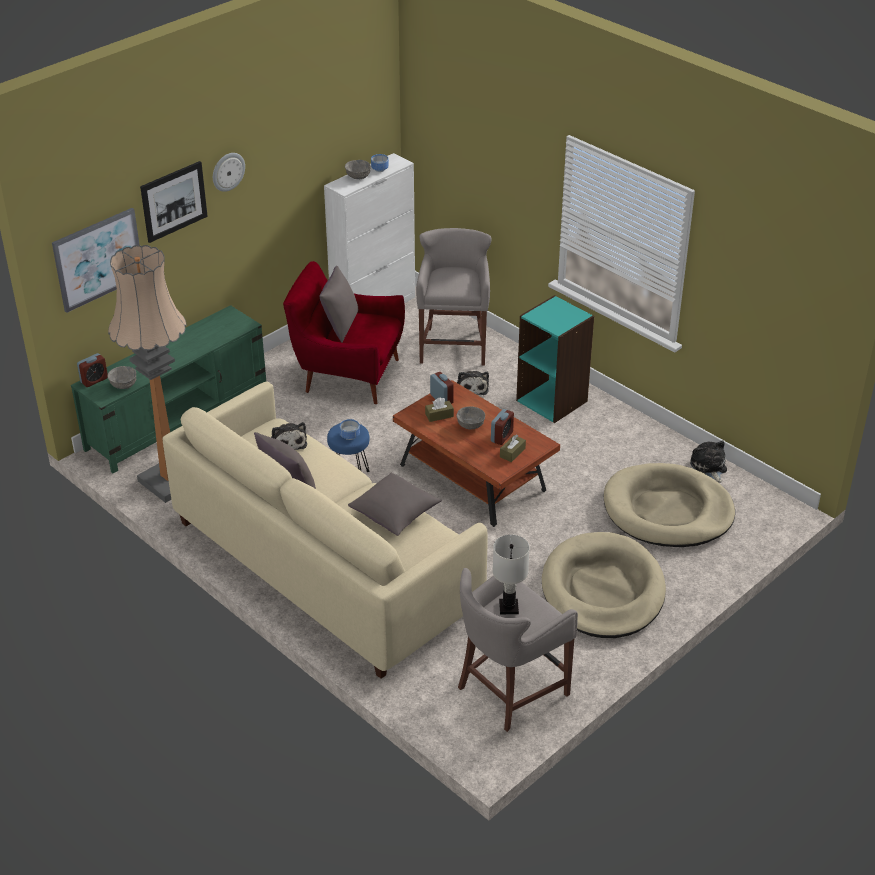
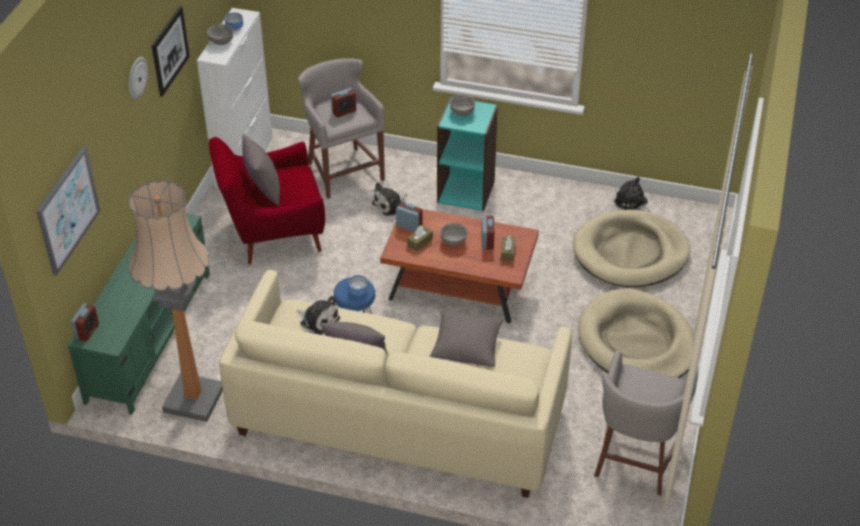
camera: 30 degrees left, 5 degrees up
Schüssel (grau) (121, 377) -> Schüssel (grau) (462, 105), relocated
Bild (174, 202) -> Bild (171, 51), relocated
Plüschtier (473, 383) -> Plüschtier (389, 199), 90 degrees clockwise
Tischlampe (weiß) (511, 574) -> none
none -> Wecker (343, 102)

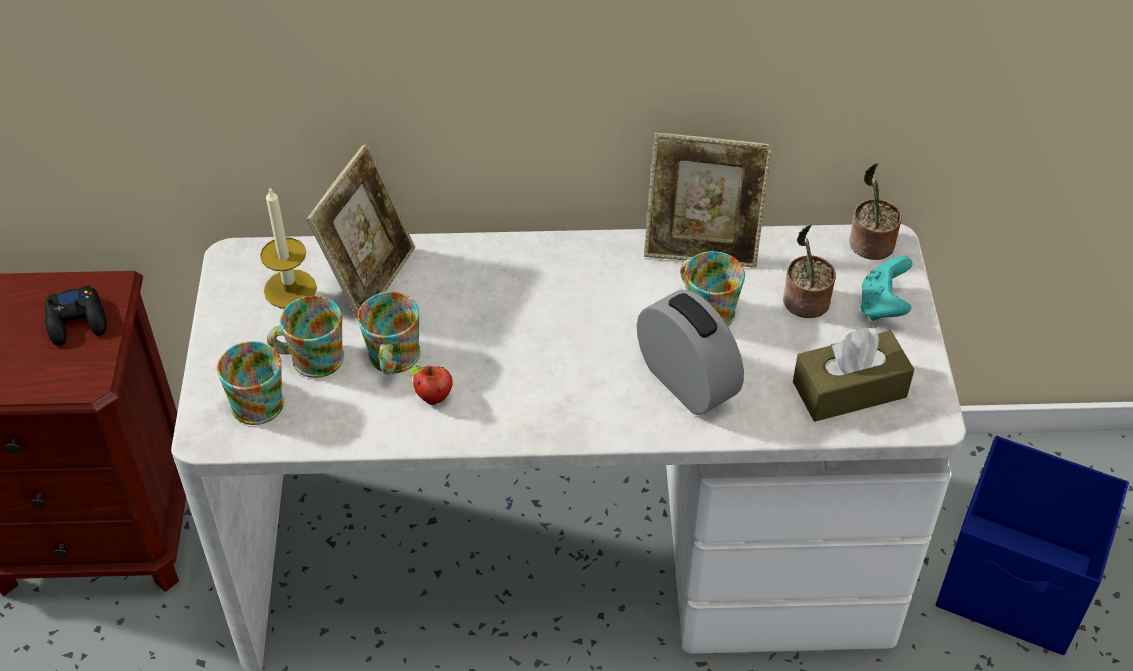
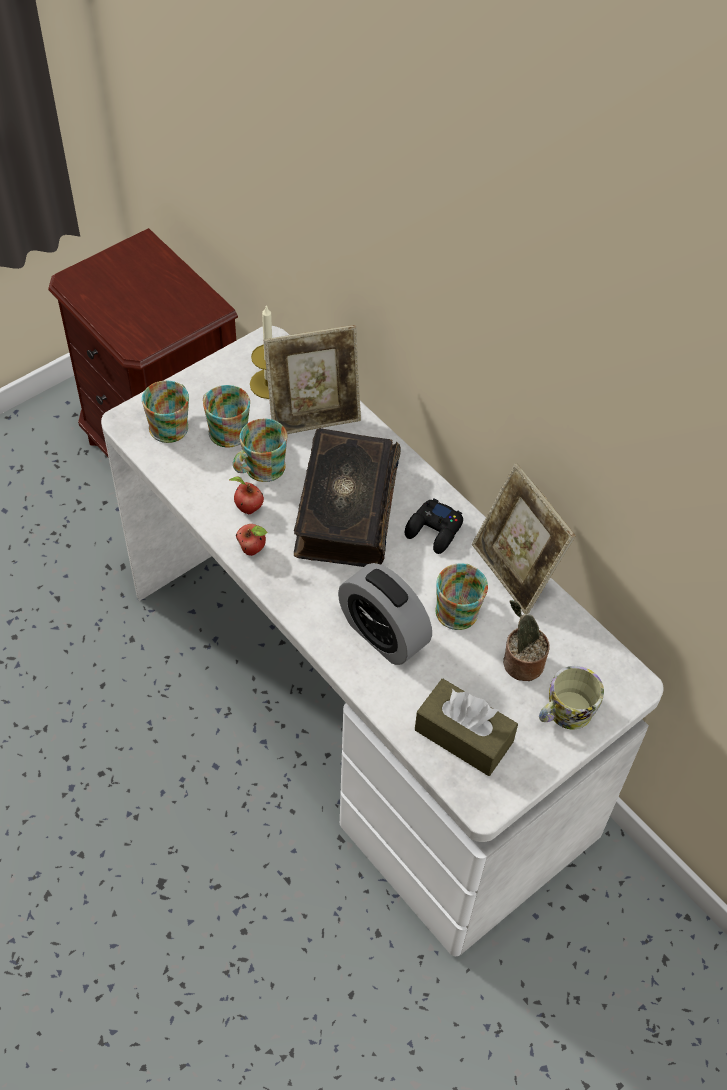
camera: 50 degrees right, 5 degrees up
Gamepad (schwarz) (76, 315) -> Gamepad (schwarz) (434, 526), relocated
Wecker (690, 352) -> Wecker (385, 614), 120 degrees clockwise
Topfpflanze (875, 211) -> none
Gamepad (türkis) (887, 288) -> Henkelbecher (571, 698)
Aufbewahrungsbox (blau) (1032, 545) -> none
none -> Apfel (252, 540)
none -> Buch (347, 497)

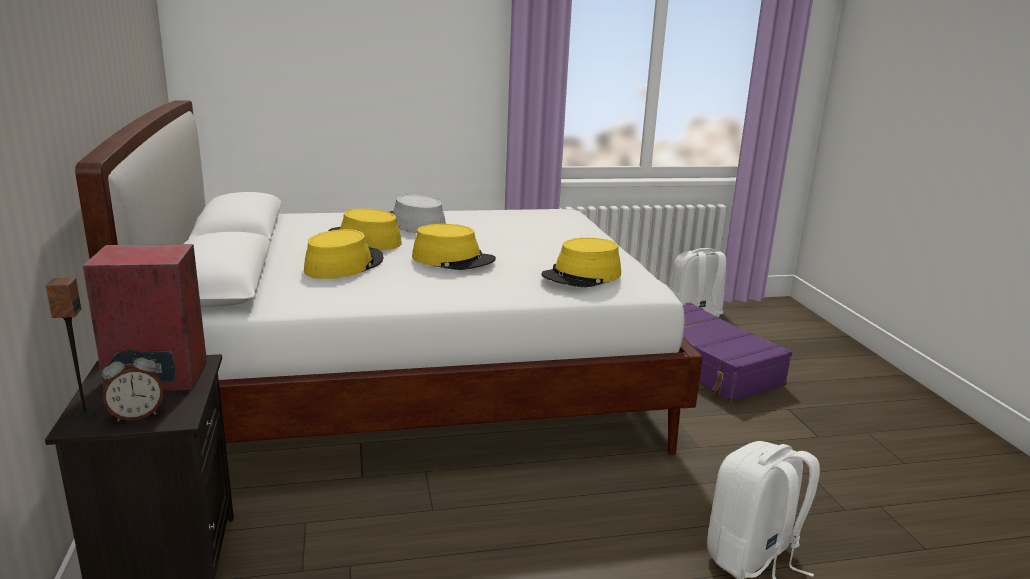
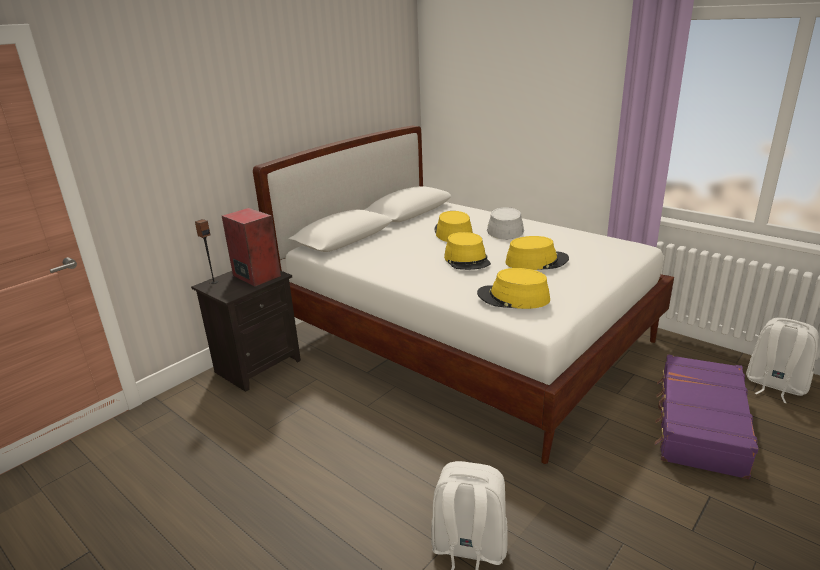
camera: 55 degrees right, 5 degrees up
Wecker (132, 386) -> none
Hut (gelb) (344, 254) -> Hut (gelb) (537, 253), relocated

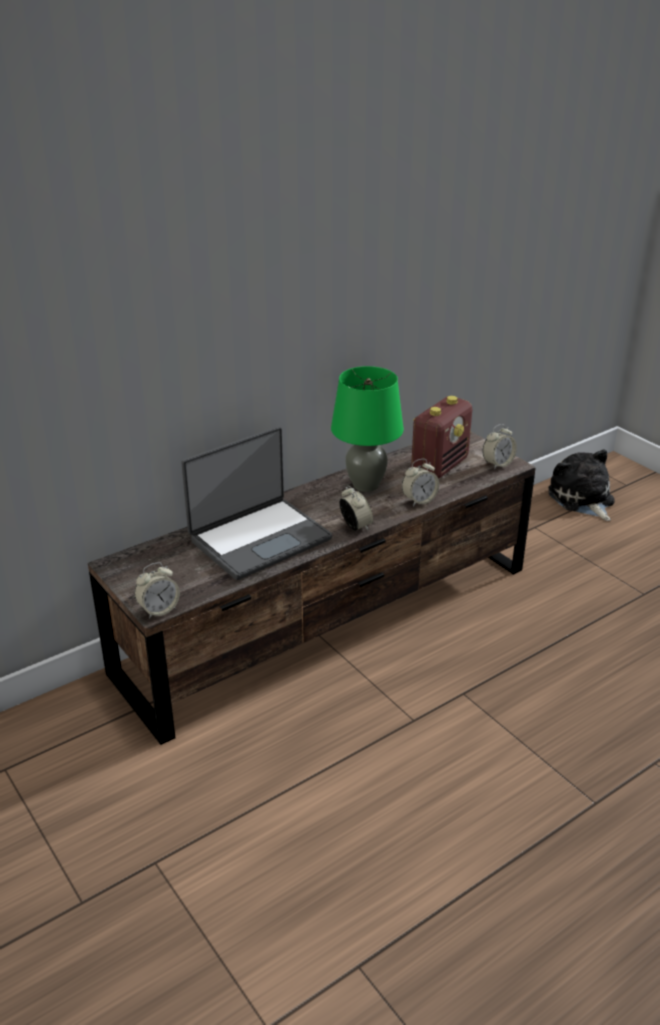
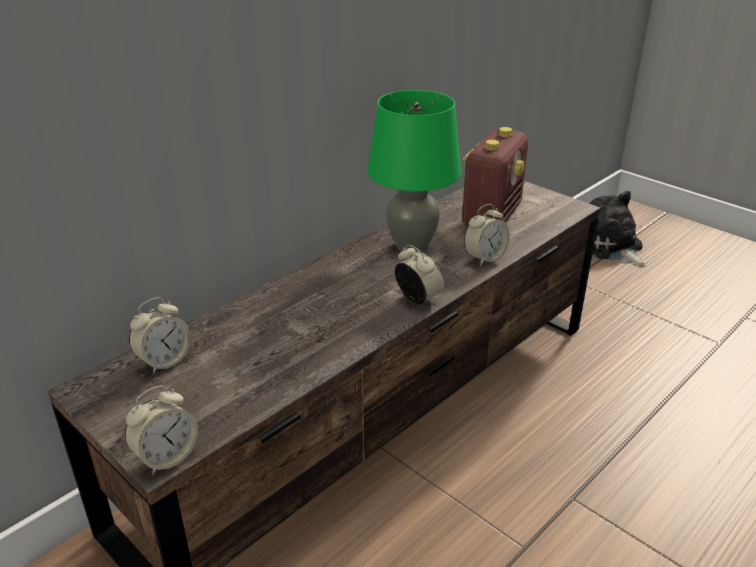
camera: 10 degrees left, 0 degrees up
Laptop (257, 503) -> none
Wecker (500, 447) -> Wecker (160, 335), relocated

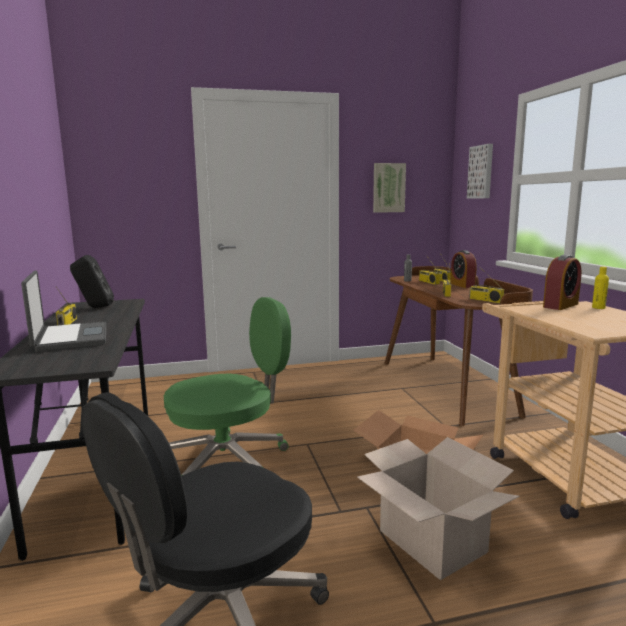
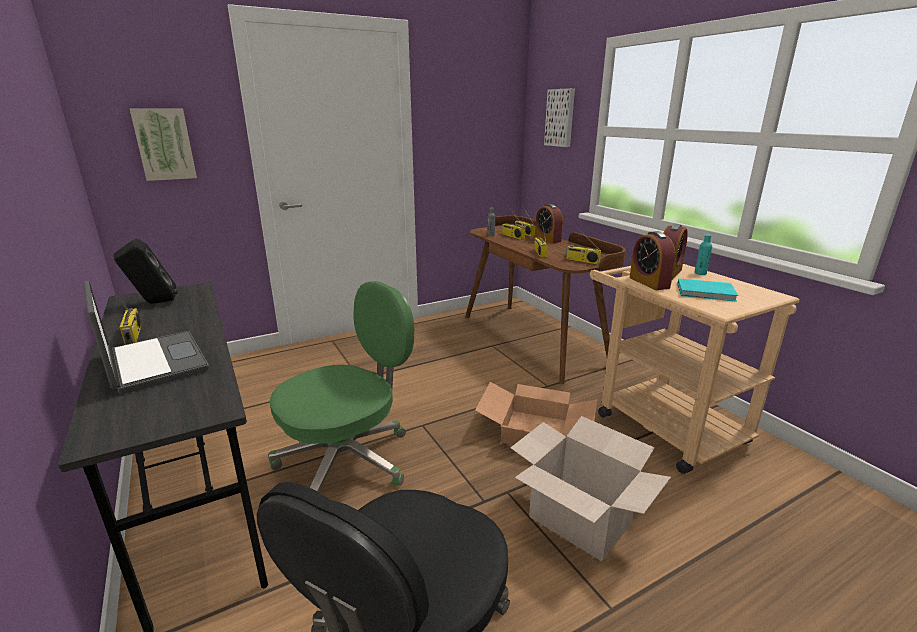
camera: 15 degrees left, 10 degrees up
Bild (389, 188) -> Bild (163, 144), relocated
Flasche (gelb) (600, 288) -> Flasche (türkis) (703, 254)
none -> Wecker (653, 260)
none -> Buch (türkis) (707, 290)

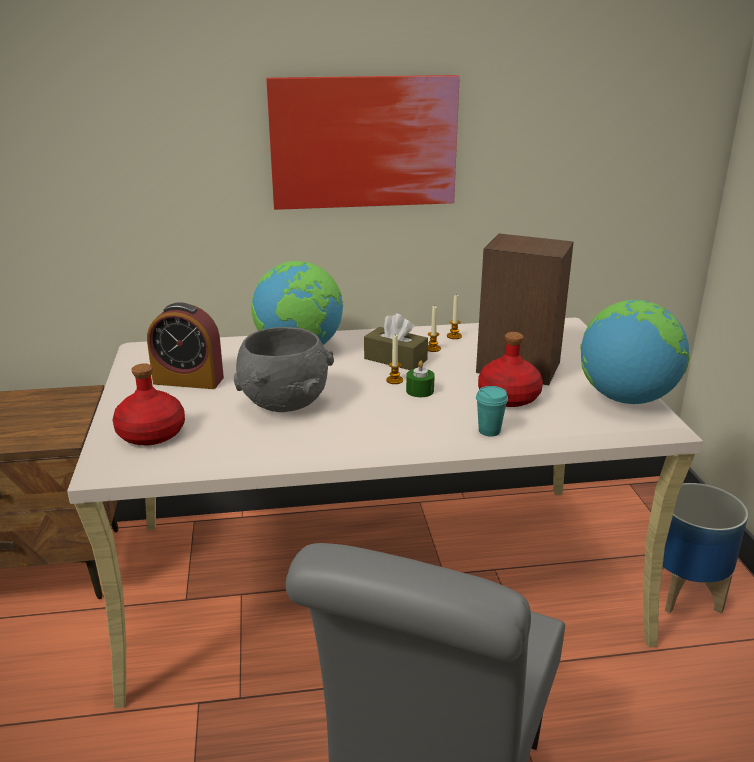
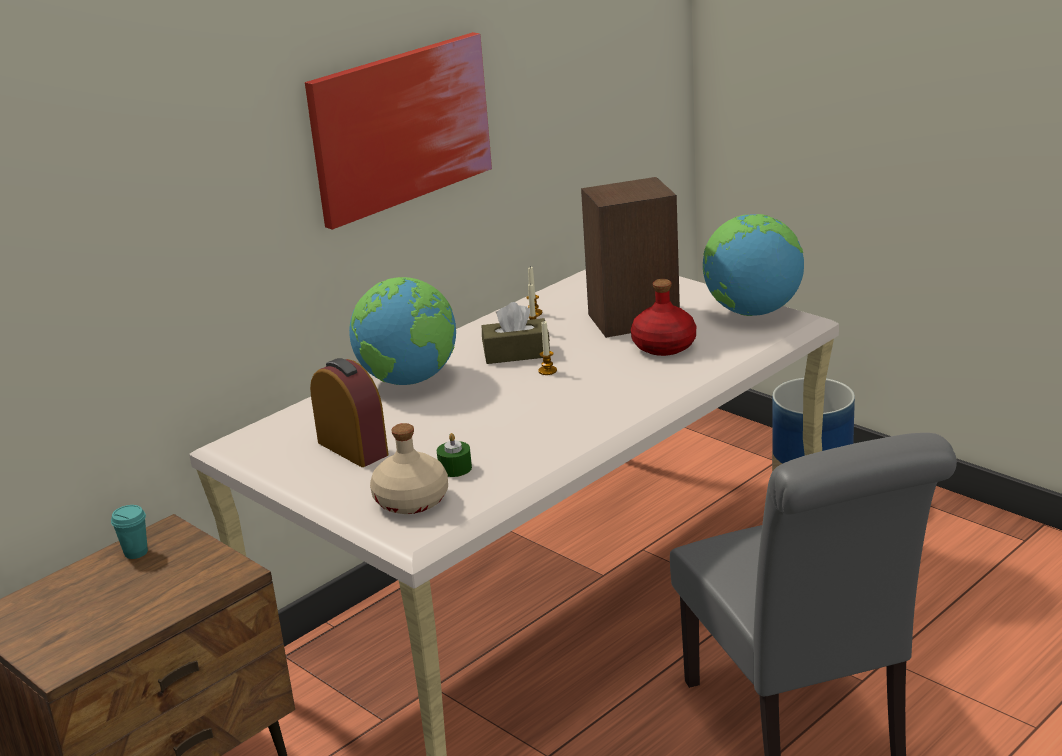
camera: 35 degrees left, 0 degrees up
Flasche (rot) (149, 404) -> Flasche (beige) (409, 468)
Wecker (185, 345) -> Wecker (349, 412), 105 degrees counterclockwise
Schüssel (grau) (284, 369) -> none
Kerze (grün) (420, 379) -> Kerze (grün) (454, 455), relocated
Tasse (türkis) (492, 411) -> Tasse (türkis) (129, 532), relocated

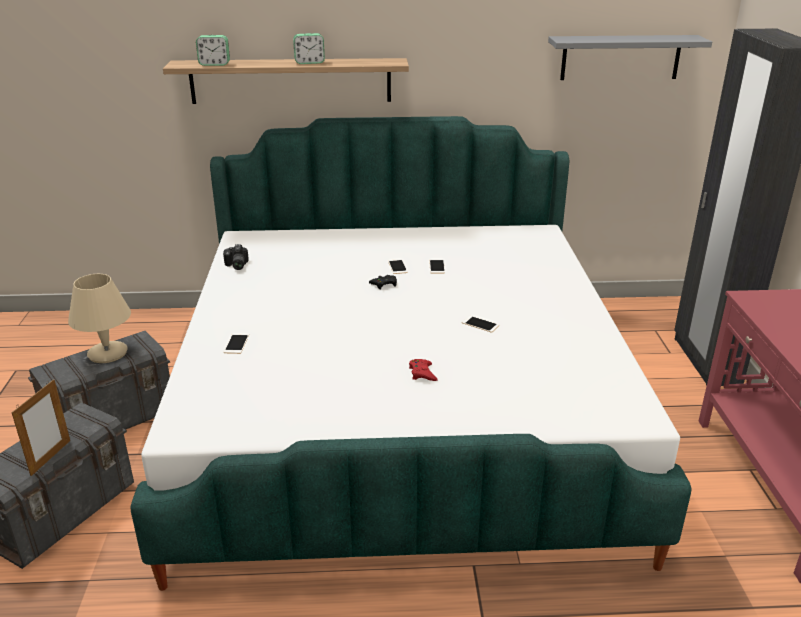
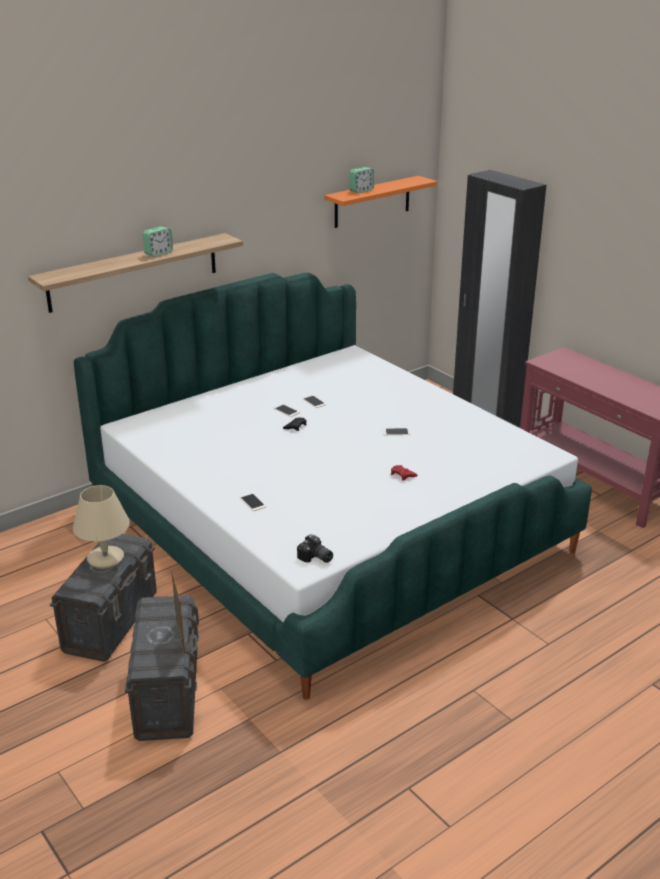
camera: 35 degrees left, 0 degrees up
Wecker (213, 50) -> Wecker (361, 180), relocated
Kamera (236, 257) -> Kamera (315, 548), relocated
Wandregal (grau) (630, 57) -> Wandregal (orange) (380, 202)

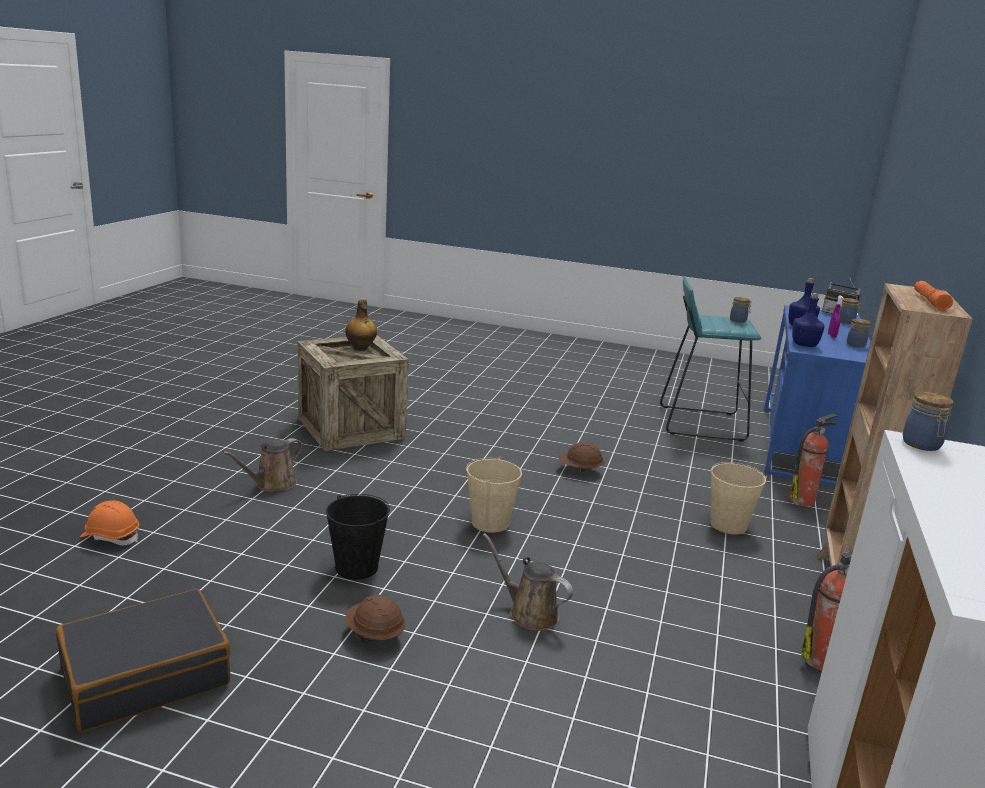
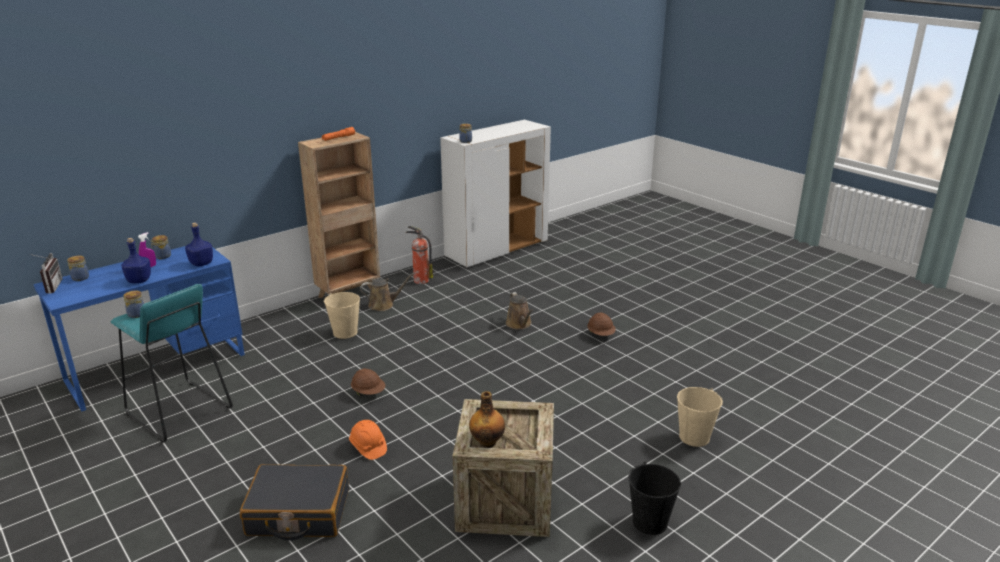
camera: 145 degrees left, 5 degrees up
Koffer (schwarz) (143, 660) -> Koffer (schwarz) (294, 502), relocated
Schutzhelm (orange) (109, 522) -> Schutzhelm (orange) (368, 440), relocated
Gießkanne (braun) (262, 465) -> Gießkanne (braun) (387, 292), relocated
Eimer (schwarz) (358, 536) -> Eimer (schwarz) (654, 498), relocated
Eimer (beige) (494, 495) -> Eimer (beige) (700, 417), relocated
Feuerlöscher (813, 460) -> none

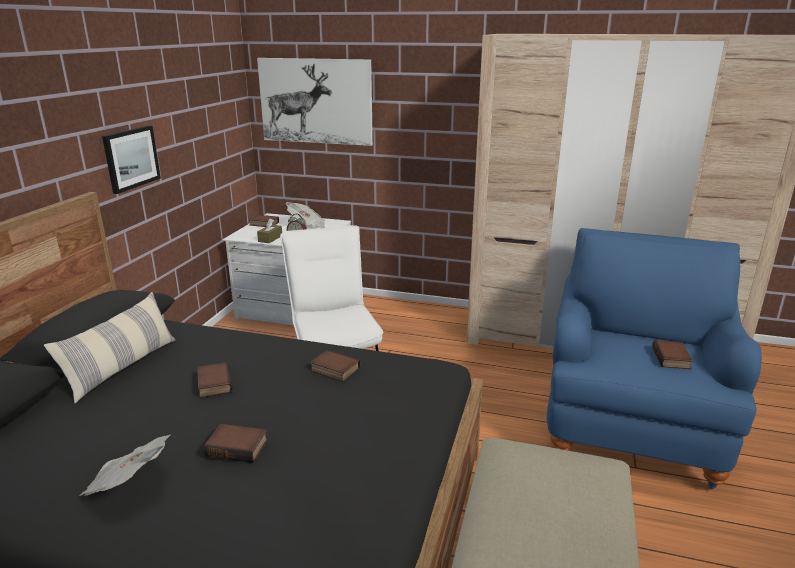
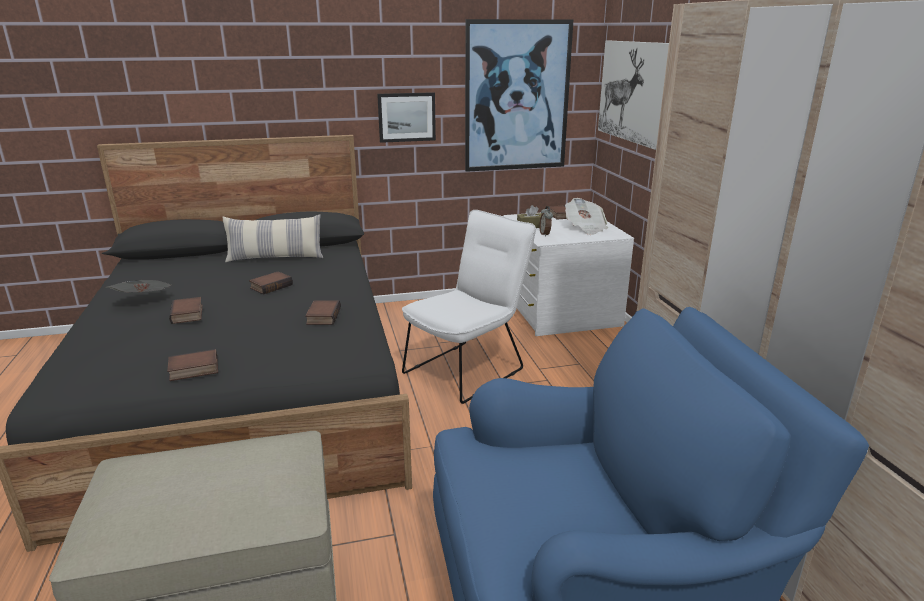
camera: 60 degrees right, 0 degrees up
Buch (672, 355) -> Buch (192, 365), relocated
none -> Bild (519, 95)

